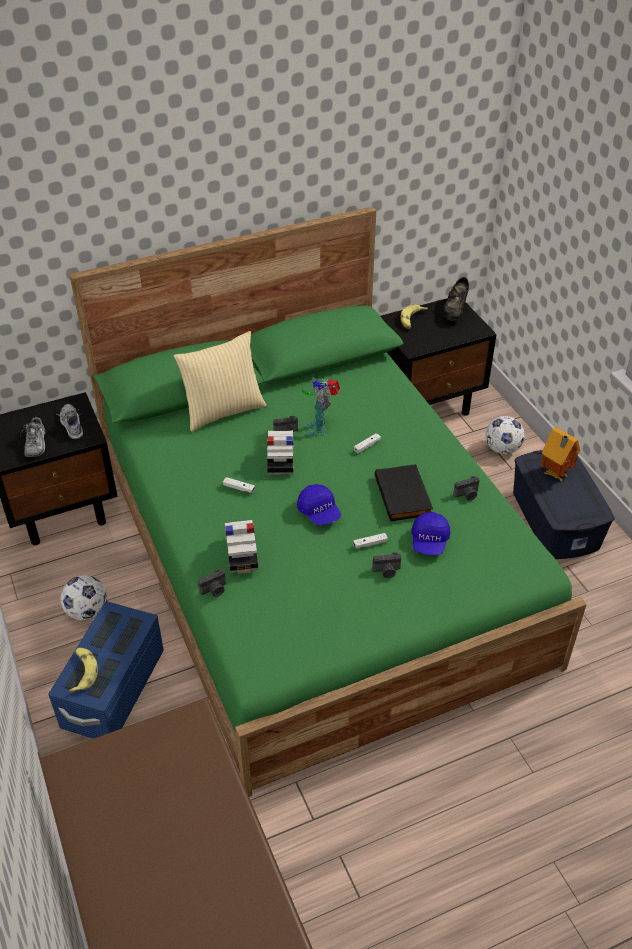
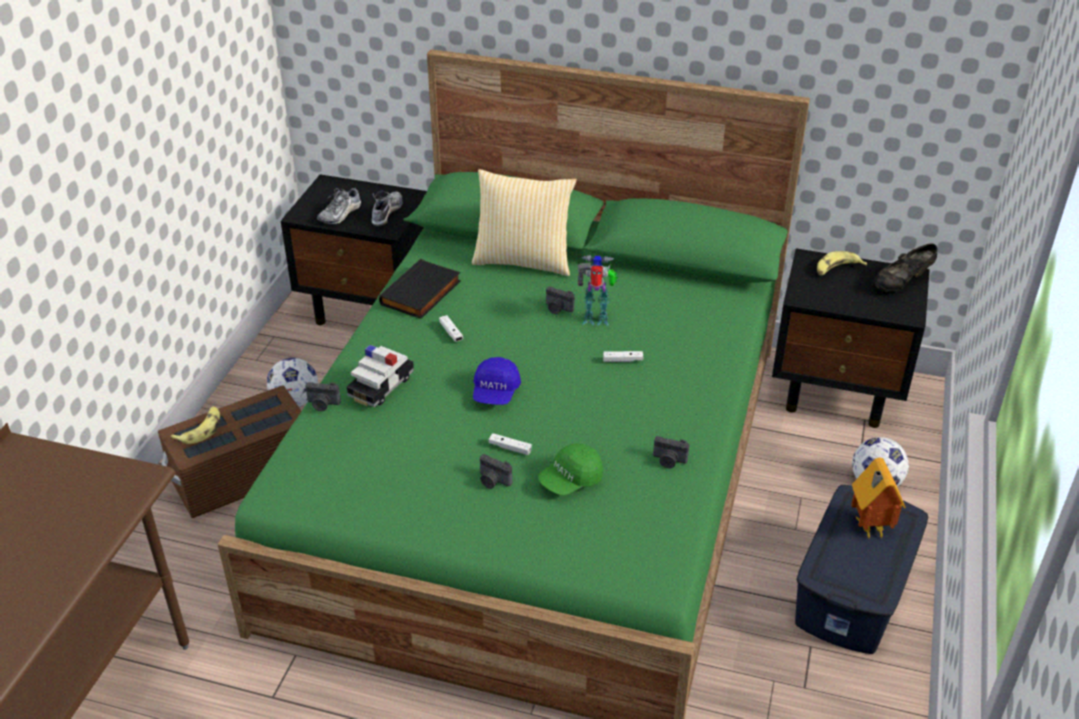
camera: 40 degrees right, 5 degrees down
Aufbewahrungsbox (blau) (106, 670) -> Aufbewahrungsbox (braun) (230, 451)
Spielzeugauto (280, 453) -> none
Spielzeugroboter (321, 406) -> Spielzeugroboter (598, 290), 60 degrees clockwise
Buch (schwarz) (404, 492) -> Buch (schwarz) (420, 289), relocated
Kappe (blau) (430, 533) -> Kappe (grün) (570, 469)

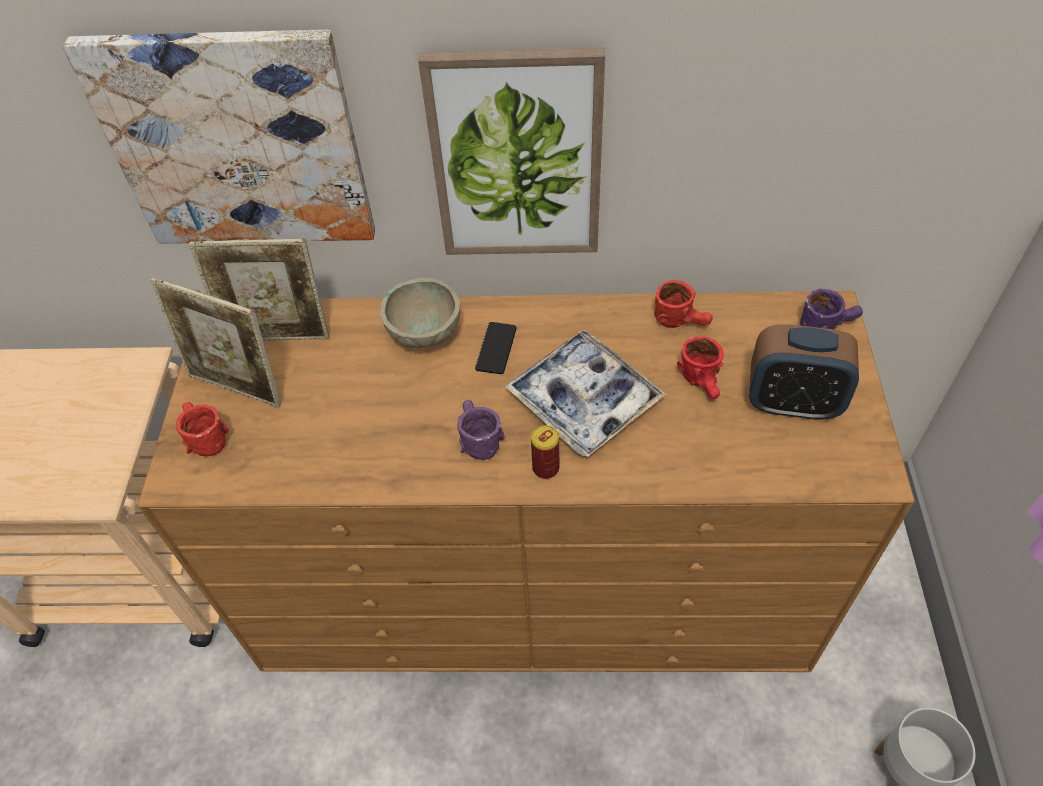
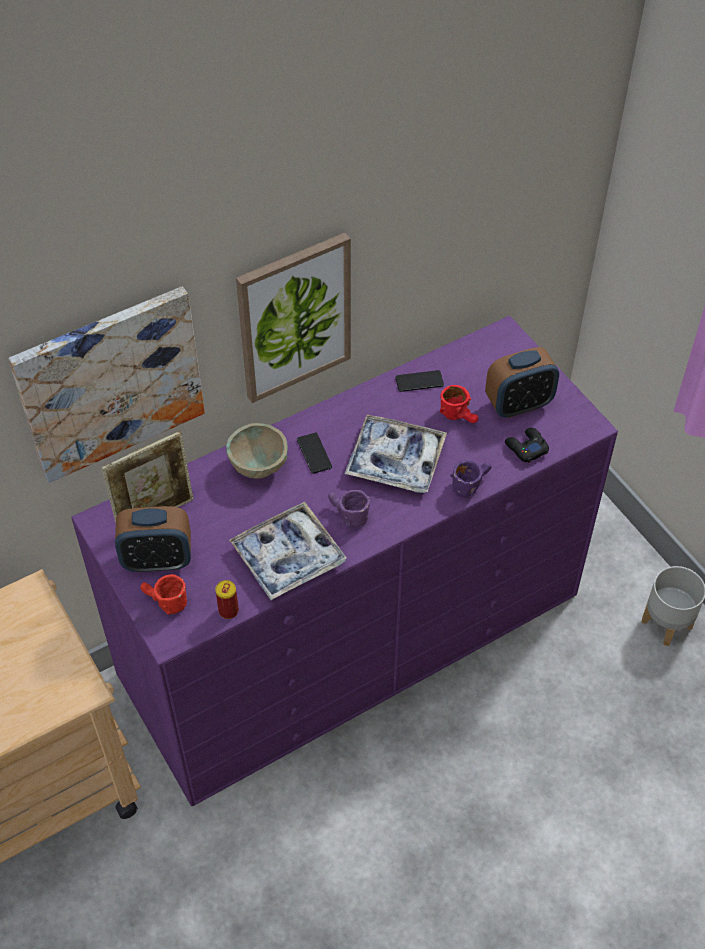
camera: 35 degrees left, 0 degrees up
Kommode (braun) (526, 481) -> Kommode (lila) (344, 561)
Bilderrahmen (216, 342) -> Wecker (153, 539)
Dose (545, 452) -> Dose (227, 599), relocated
Henkelbecher (rot) (683, 304) -> Handy (419, 381)
Henkelbecher (lila) (831, 309) -> Henkelbecher (lila) (470, 479), relocated
none -> Tablett (288, 551)
none -> Gamepad (schwarz) (527, 445)

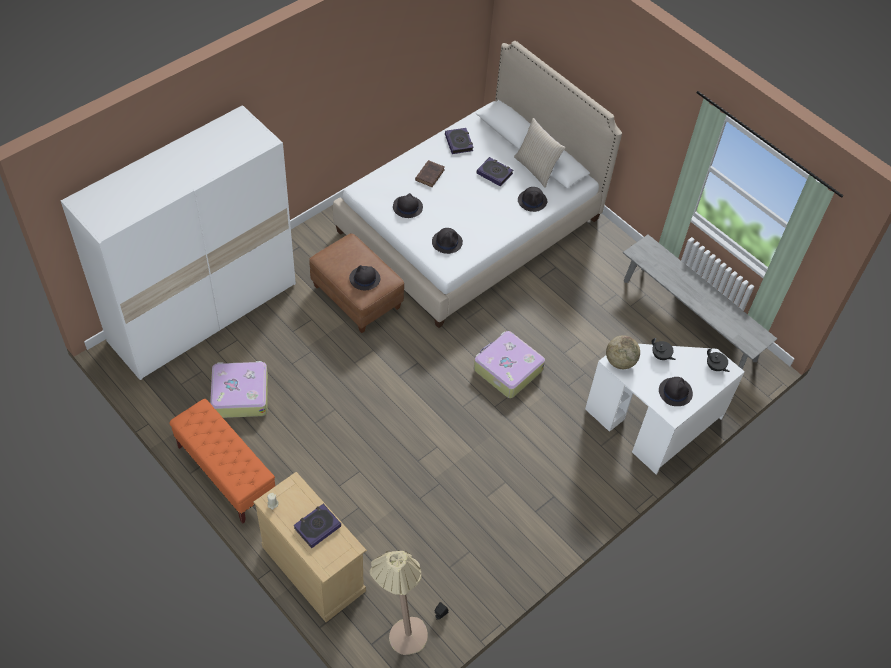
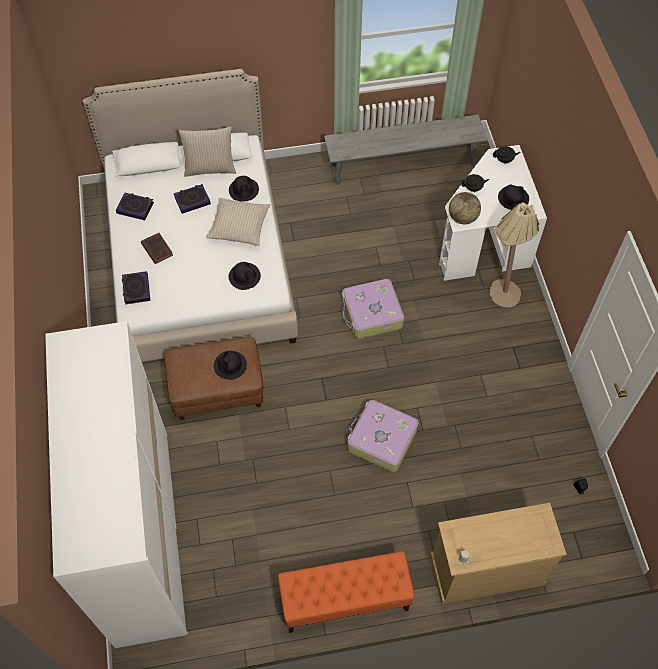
camera: 55 degrees left, 5 degrees up
Koffer (239, 389) -> Koffer (383, 436), relocated
Buch (317, 526) -> Buch (136, 288), relocated
Stehlampe (beige) (399, 602) -> Stehlampe (beige) (515, 254), relocated
Hut (schwarz) (408, 205) -> none
none -> Kissen (beige) (238, 222)

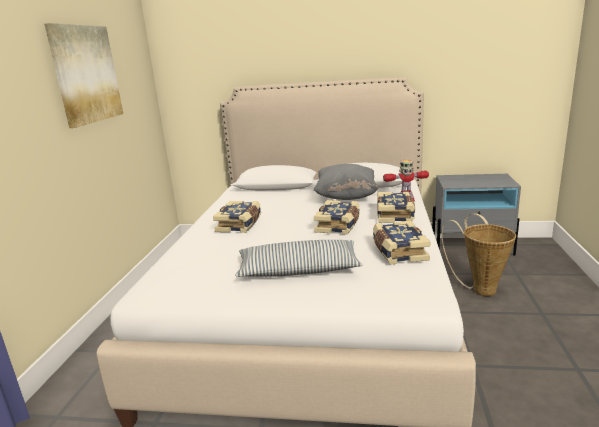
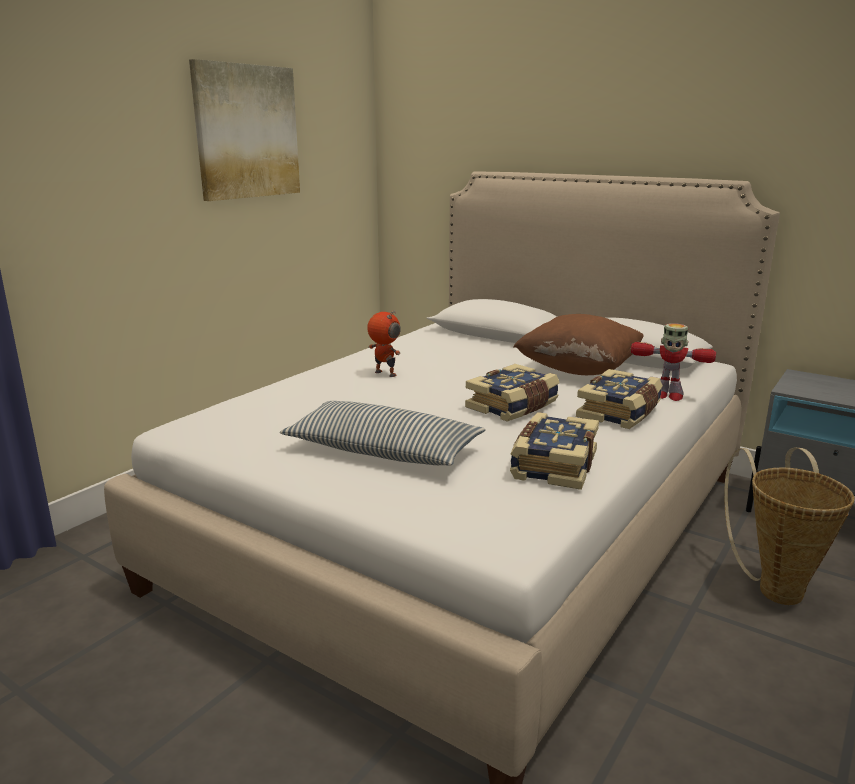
camera: 25 degrees right, 0 degrees up
Buch (237, 217) -> Spielzeugroboter (384, 343)
Kissen (grau) (345, 182) -> Kissen (braun) (578, 344)

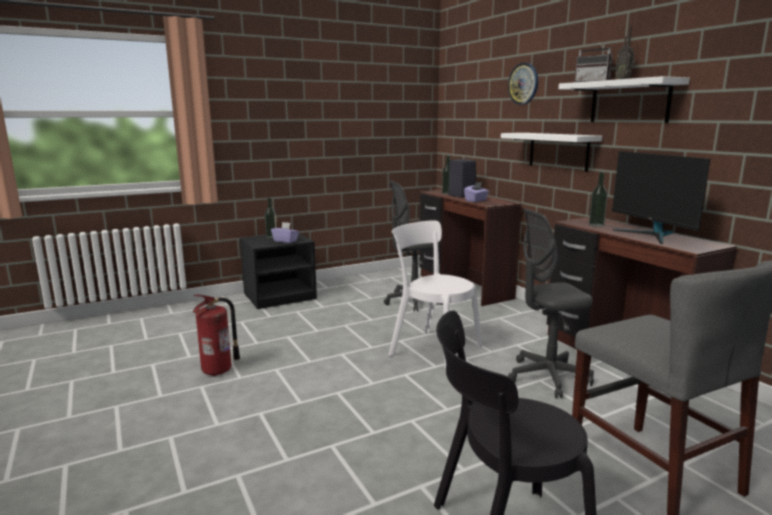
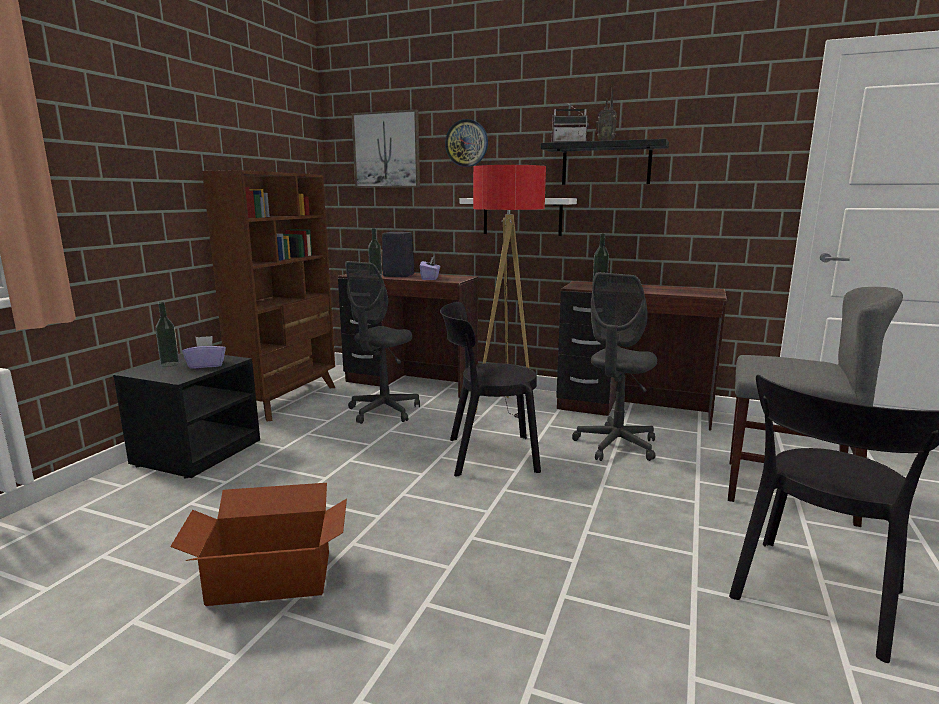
camera: 40 degrees left, 0 degrees up
Feuerlöscher (216, 335) -> Karton (258, 544)
Stuhl (weiß) (435, 296) -> Stuhl (schwarz) (490, 389)
Wandregal (weiß) (624, 99) -> Wandregal (schwarz) (605, 162)
Monitor (661, 197) -> none
none -> Bücherregal (braun) (268, 295)
none -> Bild (386, 148)
none -> Stehlampe (509, 291)

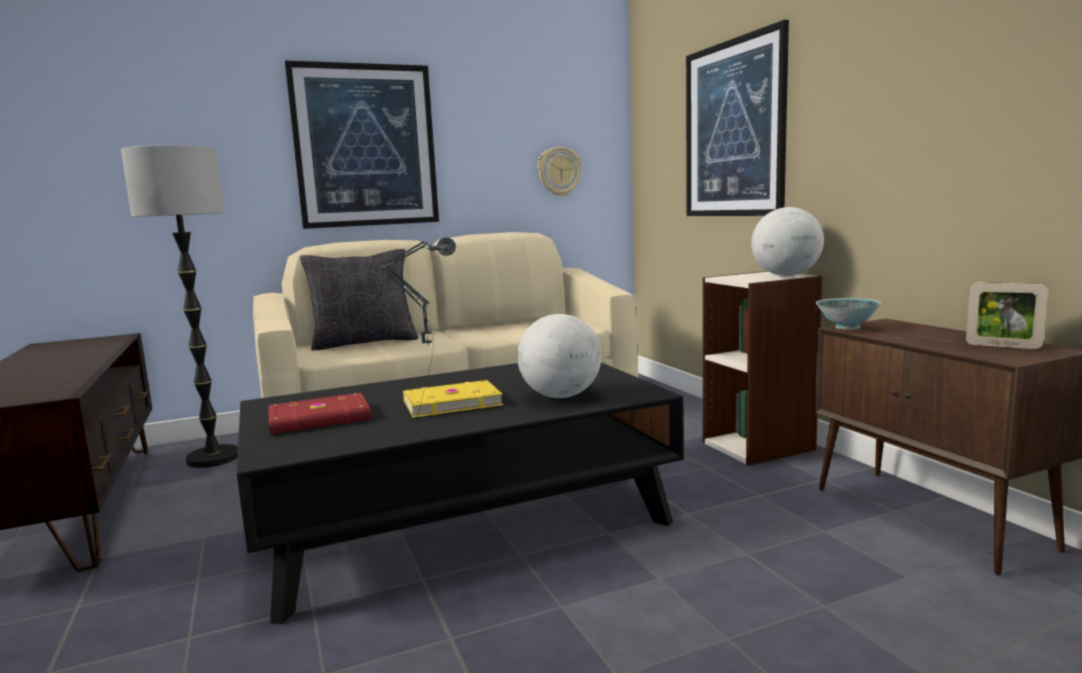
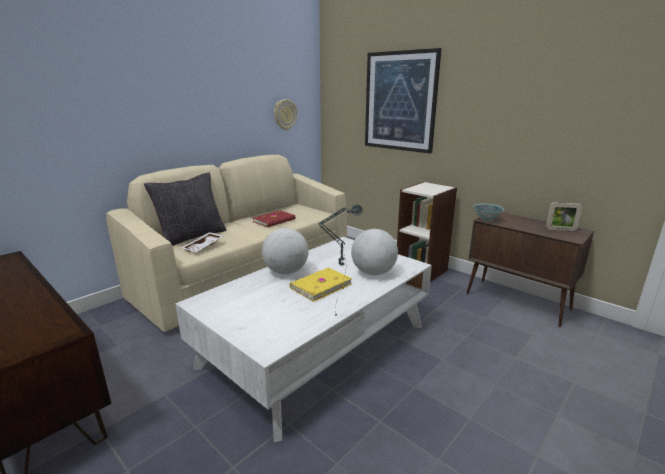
camera: 25 degrees left, 10 degrees up
Stehlampe (179, 306) -> none
Couchtisch (schwarz) (460, 493) -> Couchtisch (weiß) (303, 339)
Buch (rot) (319, 413) -> Buch (rot) (274, 218), relocated
Bild (362, 144) -> none
Globus (787, 241) -> Globus (285, 251), relocated
none -> Tablett (weiß) (202, 242)

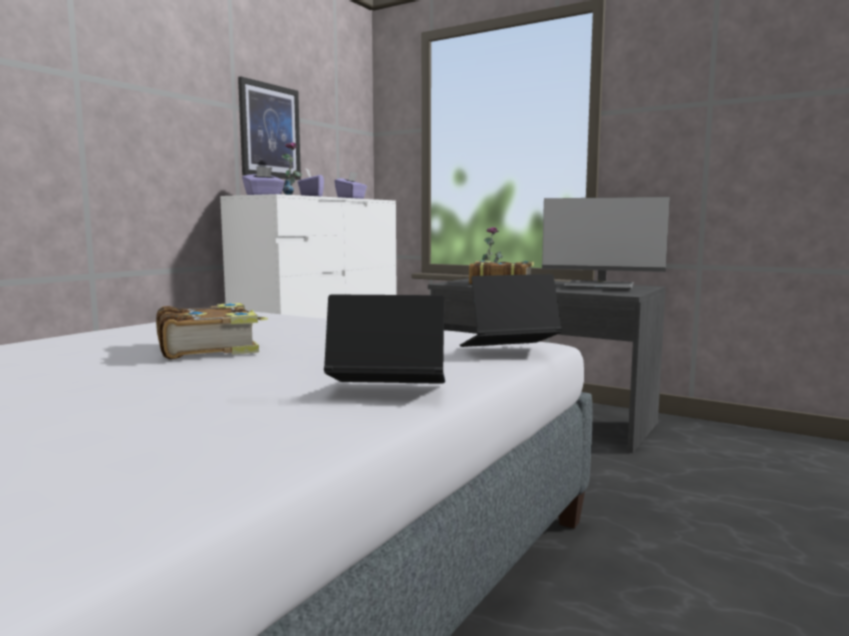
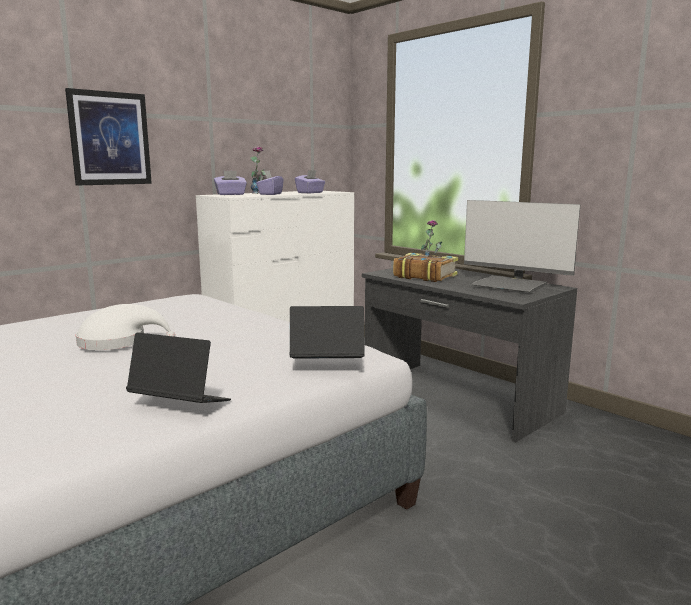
camera: 15 degrees right, 5 degrees up
Buch (212, 331) -> Hut (weiß) (125, 327)
Bild (269, 128) -> Bild (108, 137), relocated

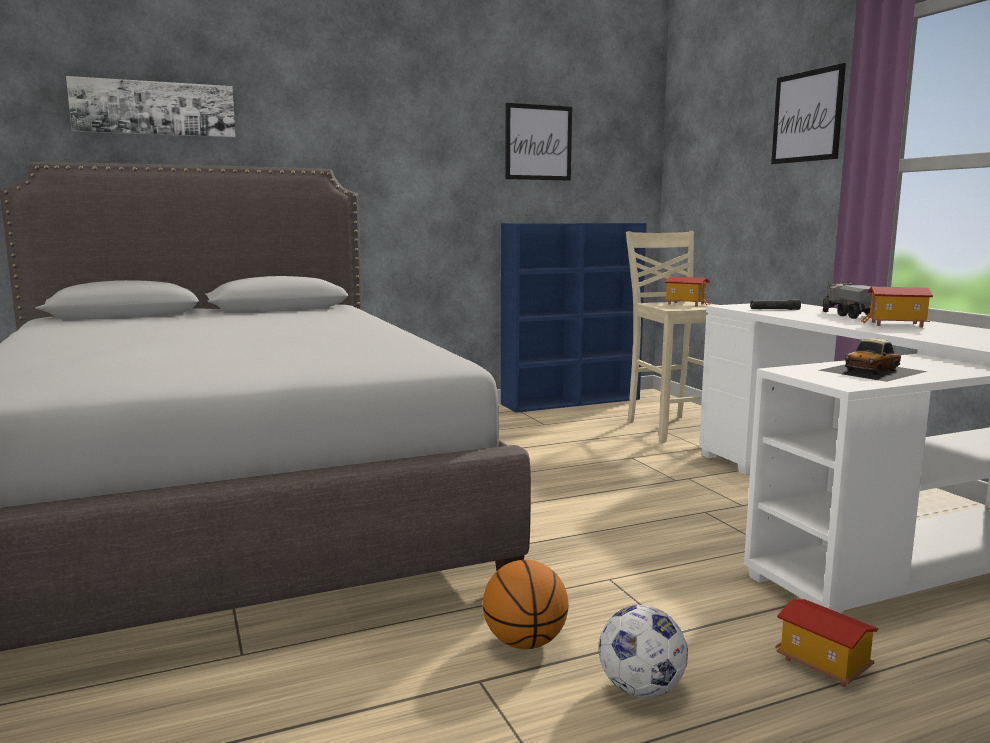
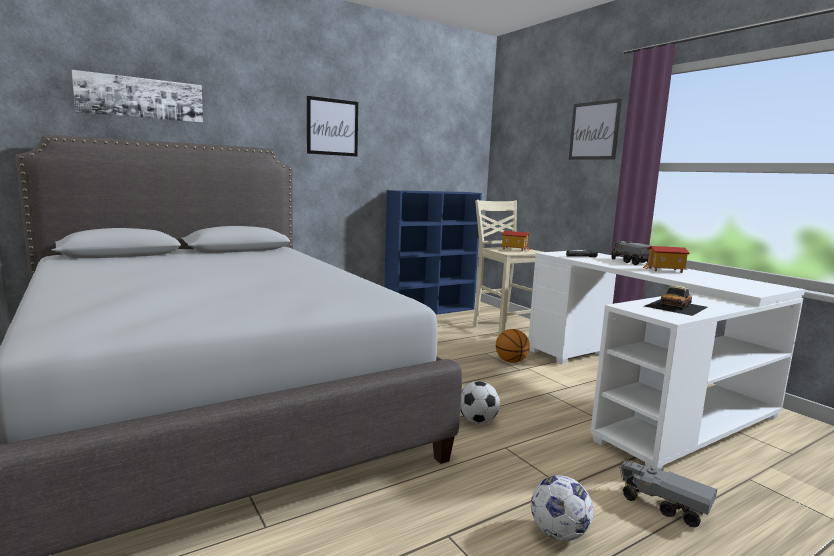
camera: 10 degrees left, 0 degrees up
Basketball (525, 604) -> Basketball (513, 346), relocated
Bild (538, 142) -> Bild (332, 126), relocated
Spielzeughaus (826, 643) -> Spielzeuglaster (668, 492)
none -> Fußball (480, 402)

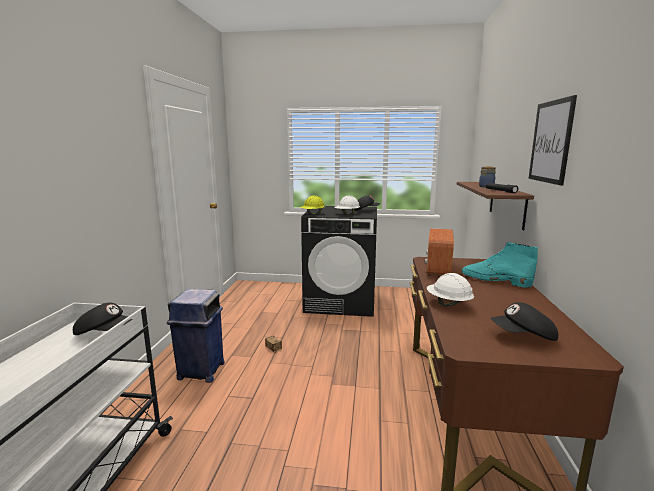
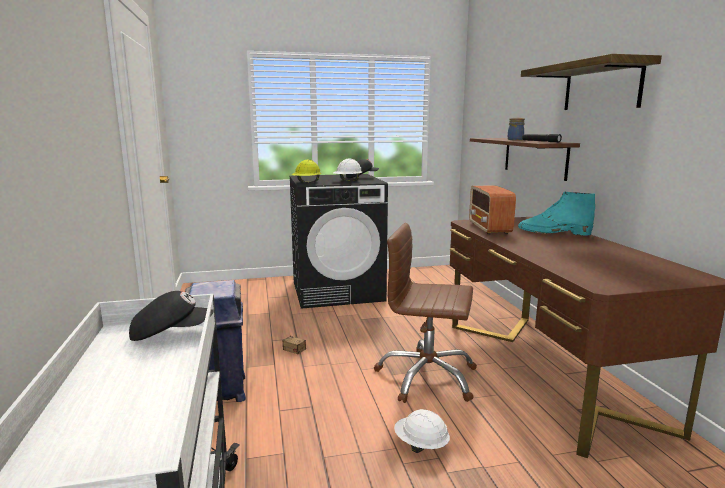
camera: 20 degrees left, 0 degrees up
Schutzhelm (weiß) (450, 289) -> Schutzhelm (weiß) (422, 431), relocated
Kappe (schwarz) (524, 321) -> none
Bild (552, 140) -> Wandregal (591, 82)
none -> Bürostuhl (braun) (425, 313)

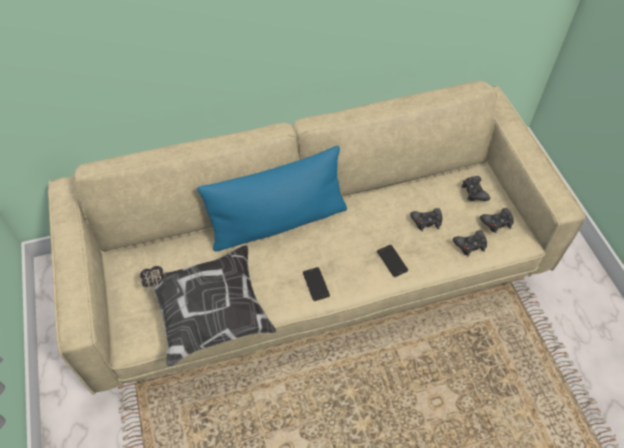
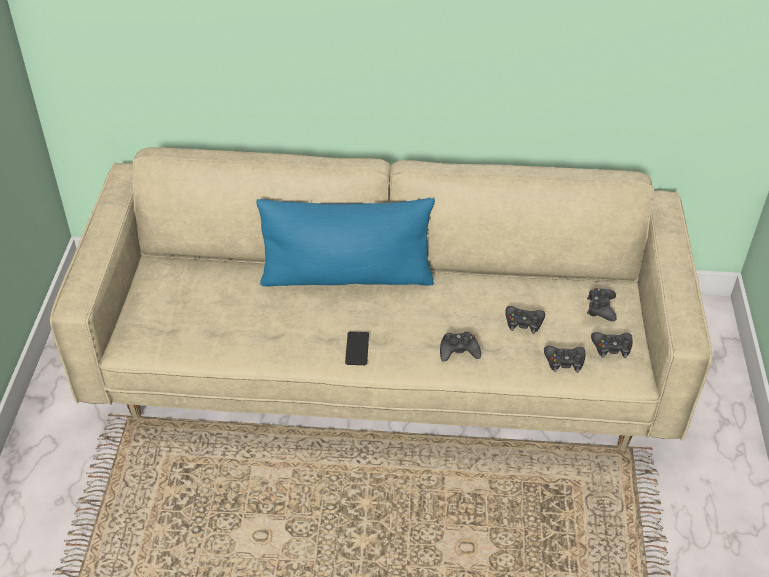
camera: 20 degrees right, 10 degrees down
Kissen (208, 306) -> none
Handy (392, 261) -> Gamepad (schwarz) (460, 347)

